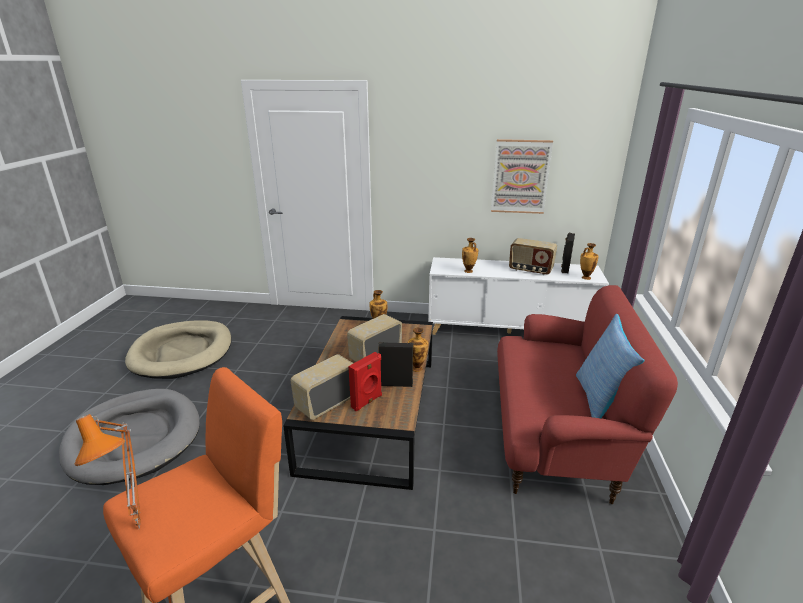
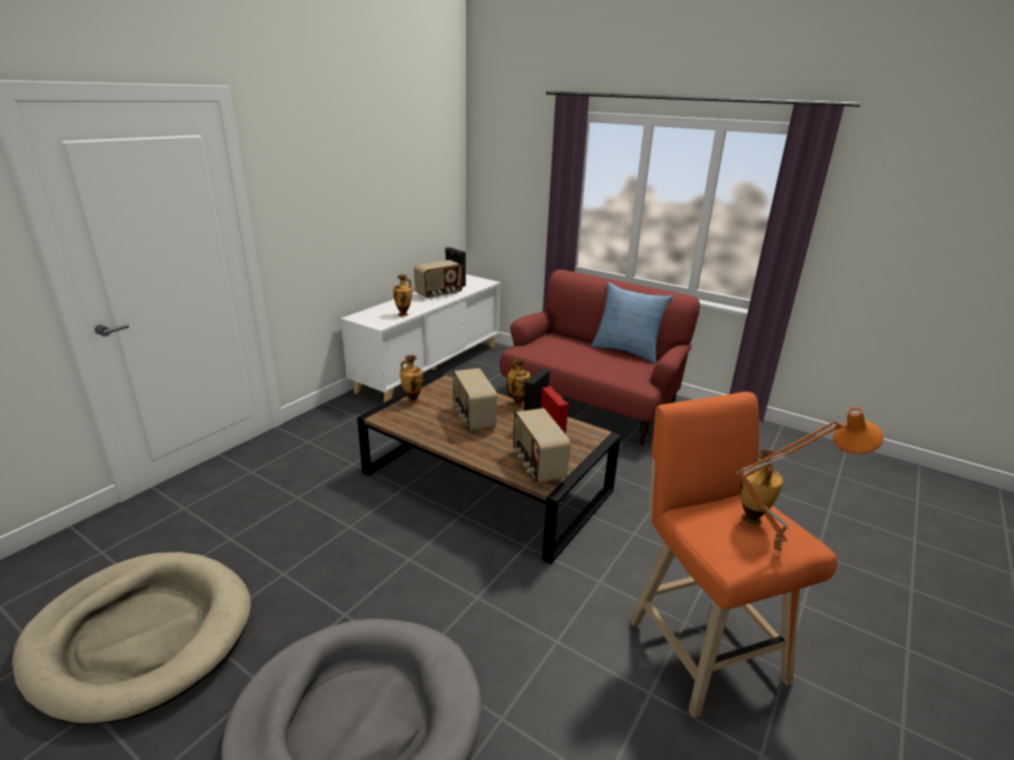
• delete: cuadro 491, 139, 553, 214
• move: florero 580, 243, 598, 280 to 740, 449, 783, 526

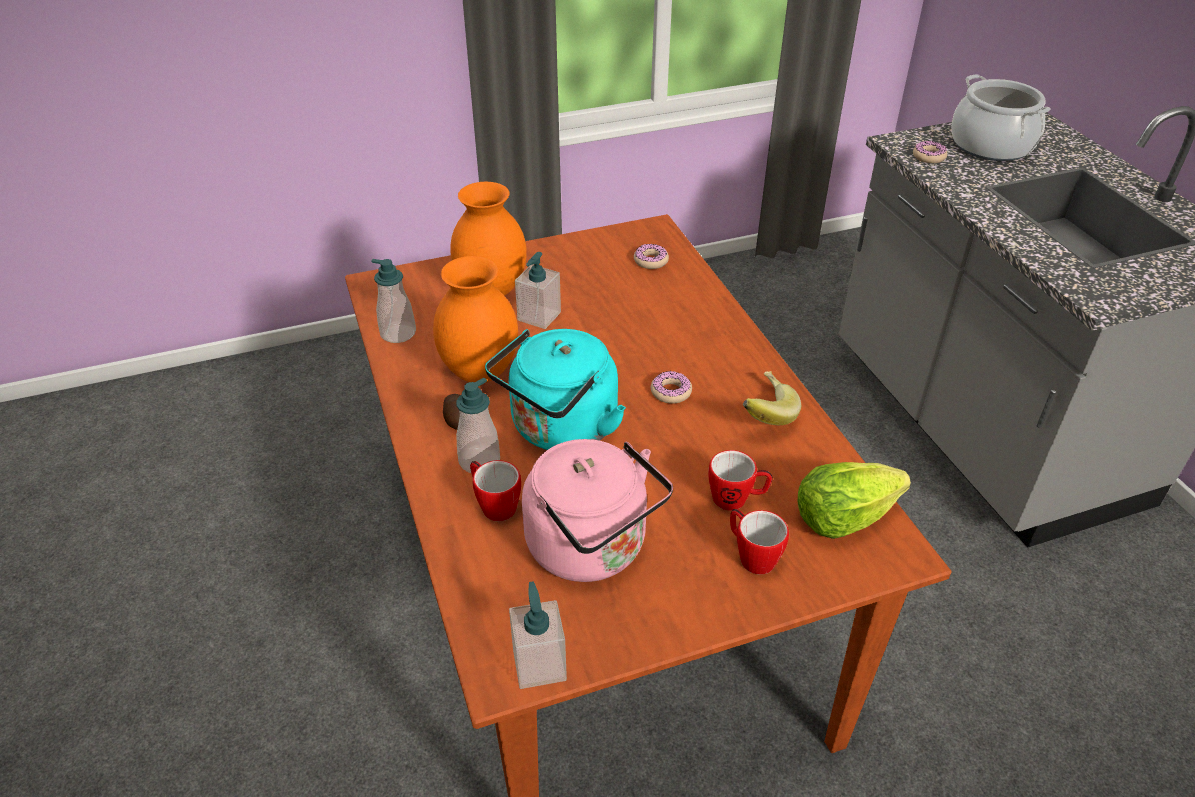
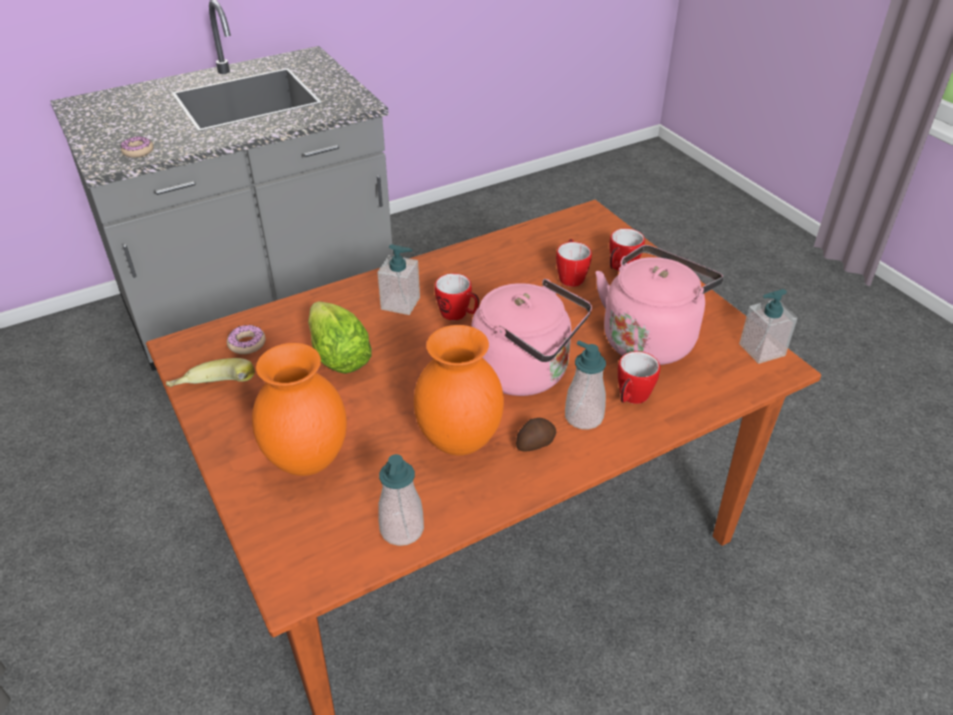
• delete: olla 951, 75, 1051, 161
• move: dispensador de jabón 515, 252, 561, 329 to 377, 244, 420, 315
• move: plátano 743, 371, 801, 425 to 166, 358, 255, 387
• move: lechuga 798, 462, 911, 539 to 308, 301, 372, 374
• replace: rosquilla 651, 371, 692, 404 to taza grande 435, 273, 479, 320
• recolor: hervidor/turquesa 485, 329, 626, 450 to hervidor/rosa 471, 279, 592, 396

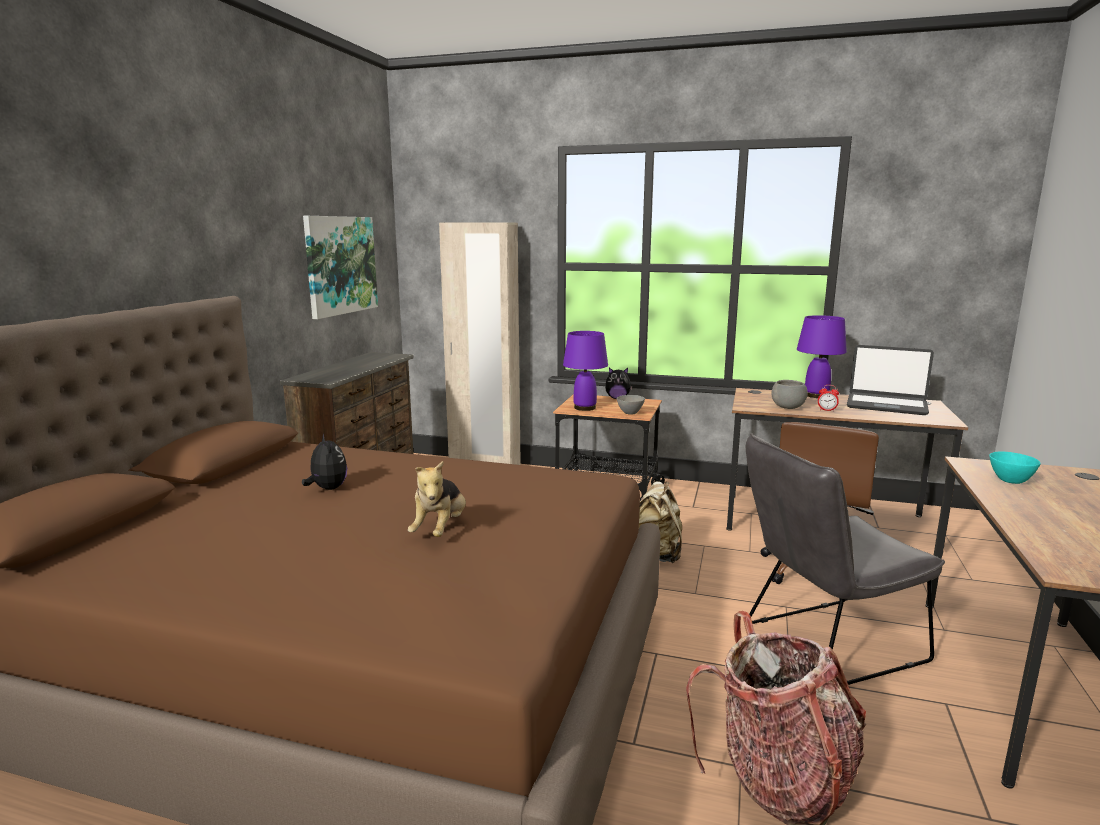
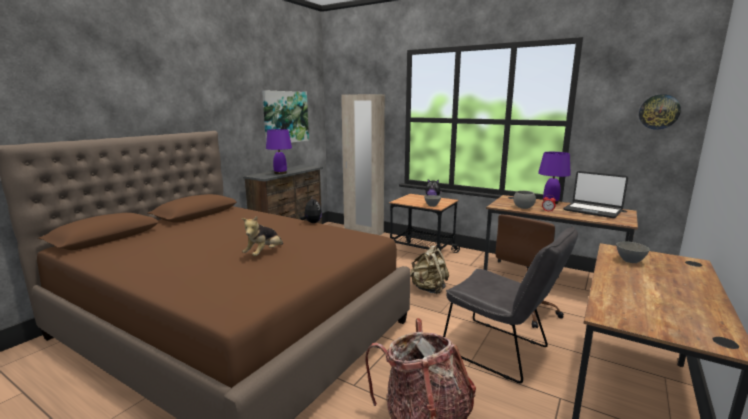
• insert: reloj de pared 639, 94, 681, 130
• move: peluche 302, 434, 347, 490 to 300, 198, 322, 223
• move: lámpara de mesa/morado 563, 331, 608, 411 to 266, 129, 292, 174
• recolor: cuenco/turquesa 989, 451, 1041, 484 to cuenco/gris 616, 241, 650, 263
• rotate: silla/gris 746, 433, 945, 685 = 443, 226, 578, 383 135 degrees counterclockwise

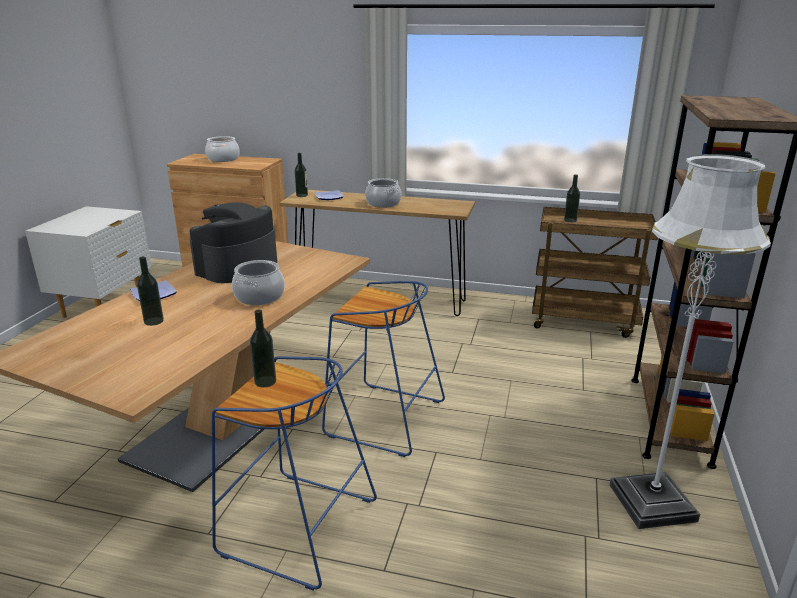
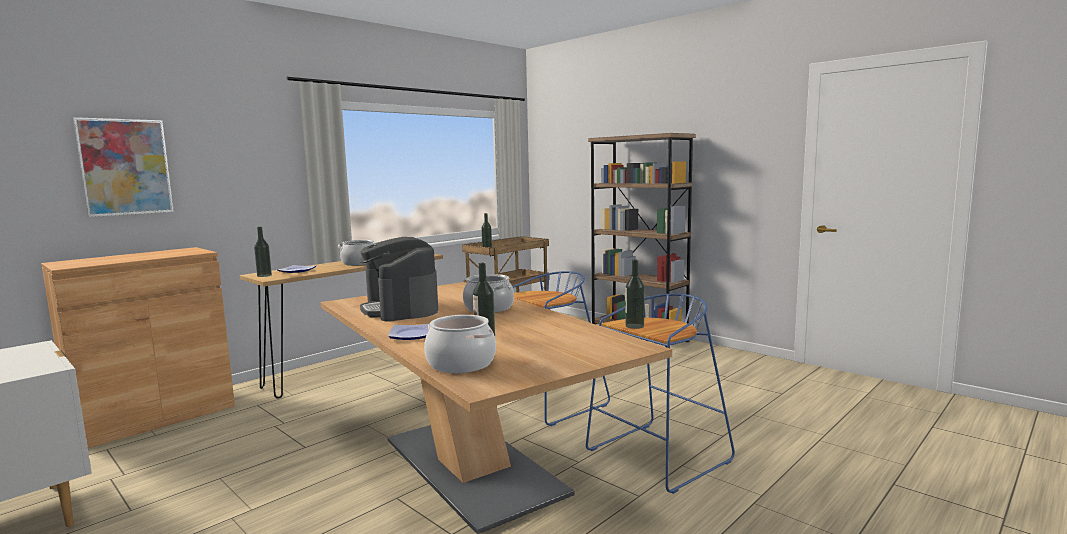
• delete: lámpara de pie/blanco 609, 154, 771, 529
• insert: cuadro 73, 117, 174, 217
• move: olla 205, 136, 239, 162 to 424, 315, 496, 373

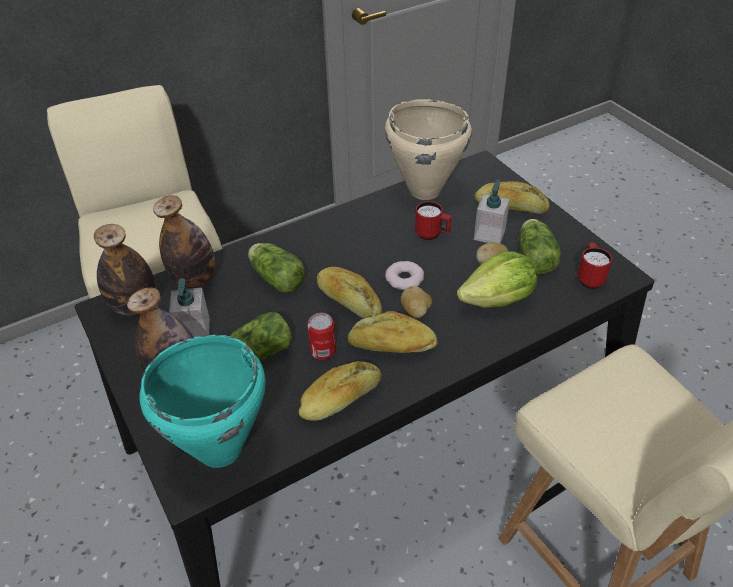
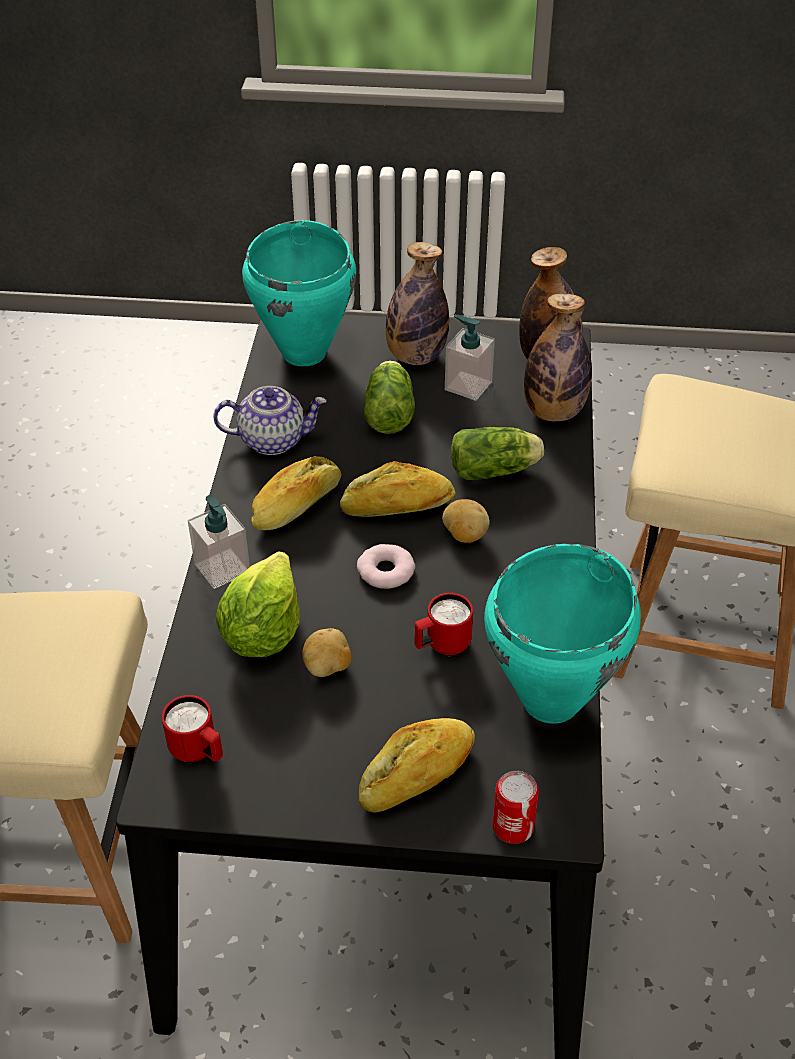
• delete: lechuga 519, 219, 561, 275
• move: lata 307, 313, 336, 360 to 492, 771, 539, 844
• move: patata 401, 286, 432, 318 to 442, 499, 489, 543
• move: dispensador de jabón 474, 179, 510, 243 to 188, 495, 250, 589
• replace: pan 299, 361, 382, 421 to tetera 213, 386, 326, 455
• recolor: olla/beis 385, 99, 472, 200 to olla/turquesa 484, 544, 641, 724

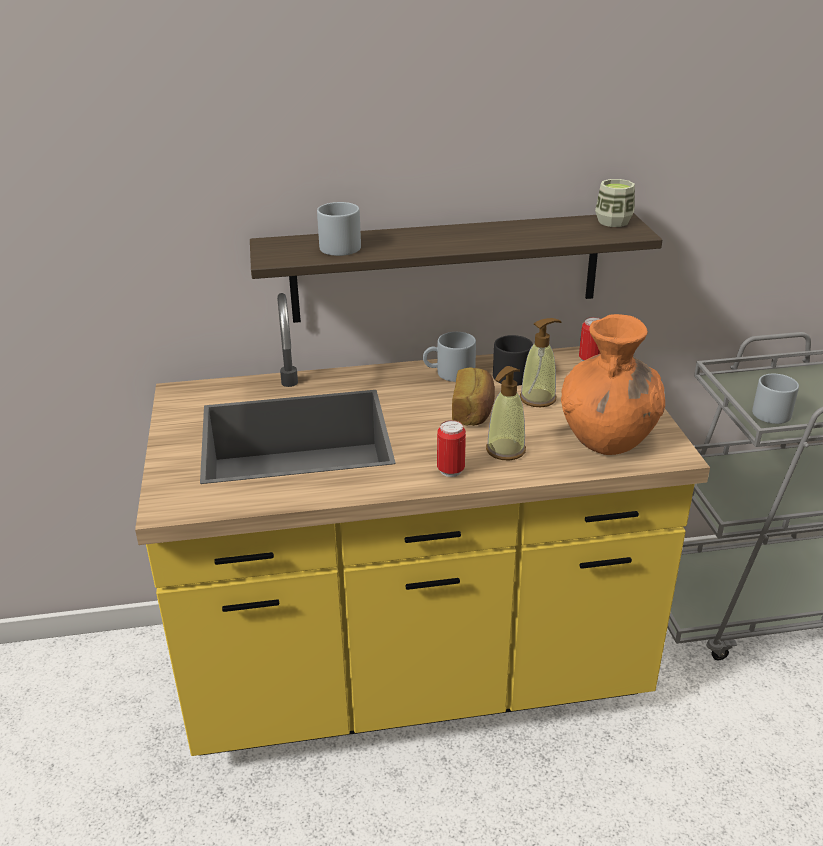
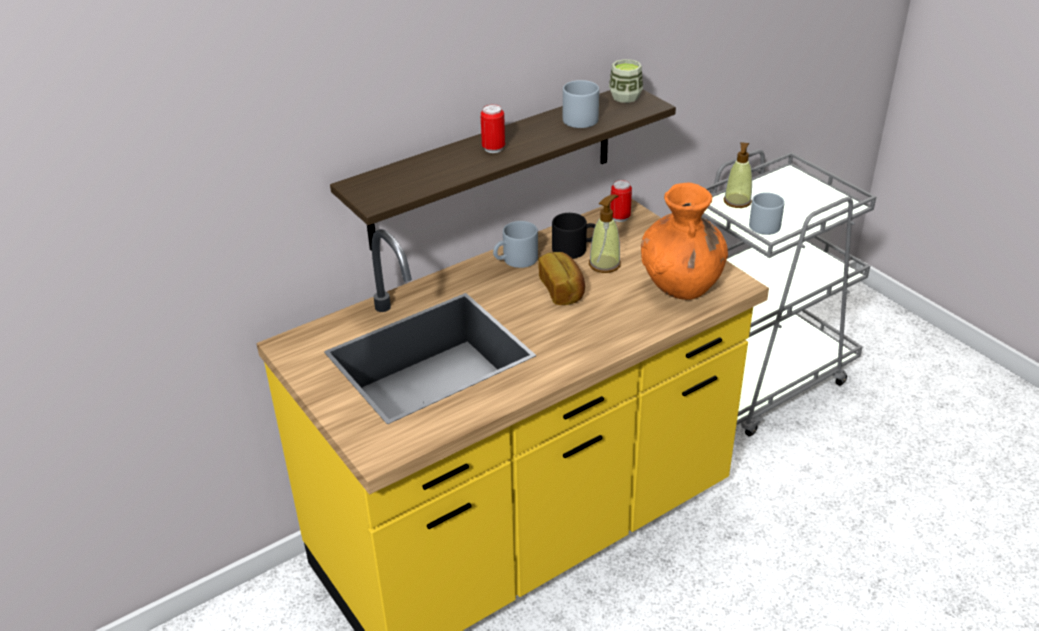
• move: taza grande/gris 317, 202, 361, 256 to 563, 80, 599, 128
• move: lata 437, 420, 466, 477 to 481, 104, 505, 153
• move: dispensador de jabón 486, 366, 526, 460 to 724, 142, 752, 208

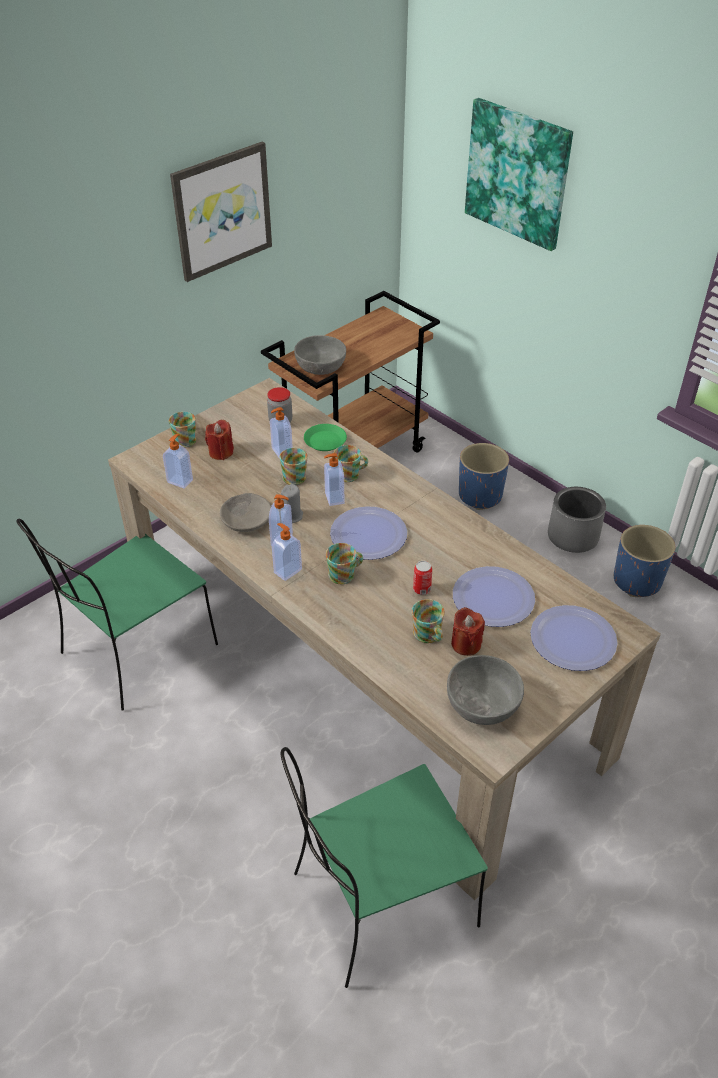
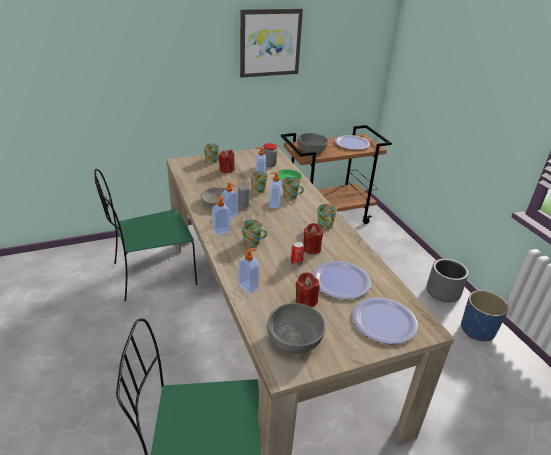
• delete: maceta/azul 459, 443, 509, 510
• delete: cuadro 465, 98, 573, 251
• insert: vela/rojo 303, 223, 323, 254
• move: dispensador de jabón 163, 434, 193, 488 to 238, 248, 260, 294
• move: plato 330, 506, 407, 560 to 335, 135, 370, 150
• move: taza grande 411, 599, 445, 643 to 317, 204, 337, 229

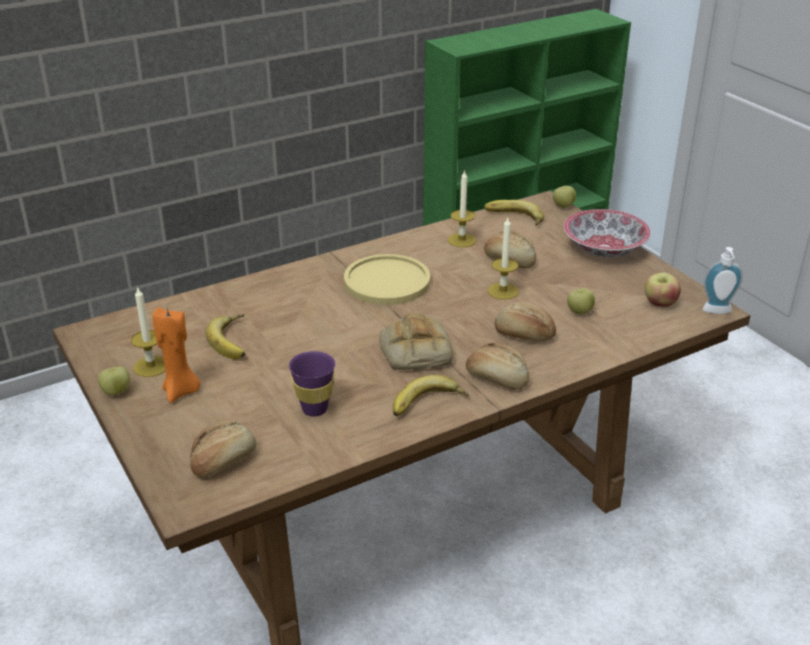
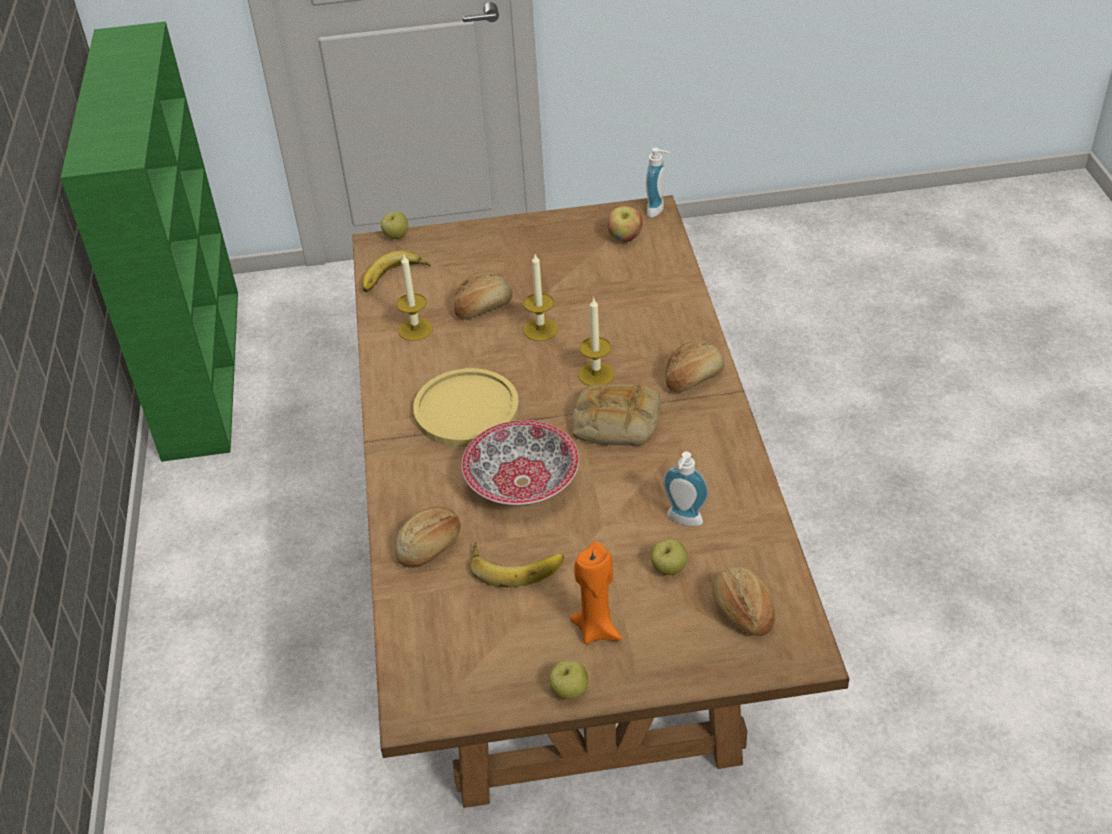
• delete: plátano 393, 375, 469, 416
• move: vela 131, 286, 165, 377 to 578, 297, 615, 386
• move: pan 495, 302, 556, 341 to 395, 506, 461, 568
• move: cuenco 564, 209, 651, 257 to 461, 420, 579, 505
• move: manzana 567, 288, 595, 315 to 651, 539, 687, 575
• replace: taza/morado 289, 351, 335, 417 to dispensador de jabón 663, 451, 709, 526

